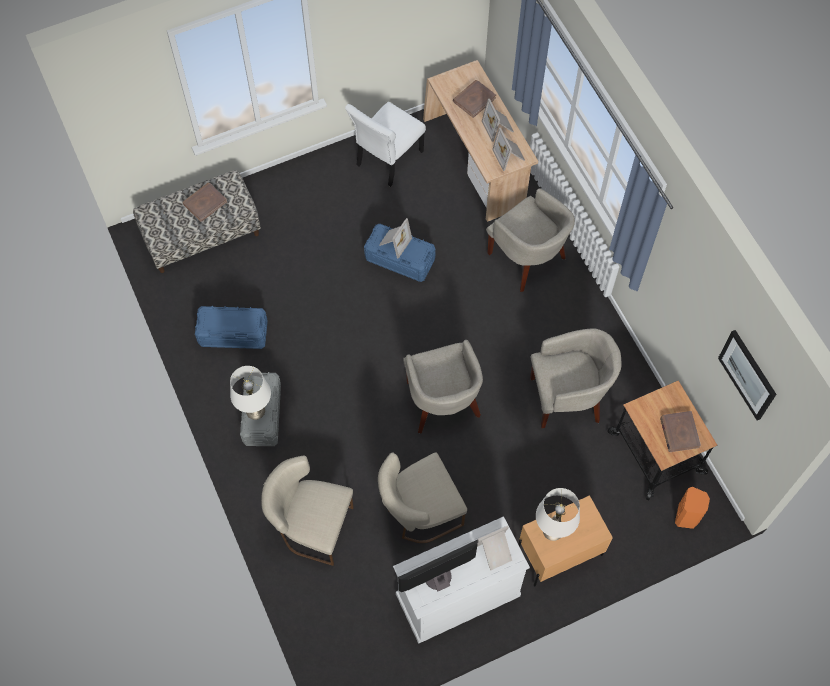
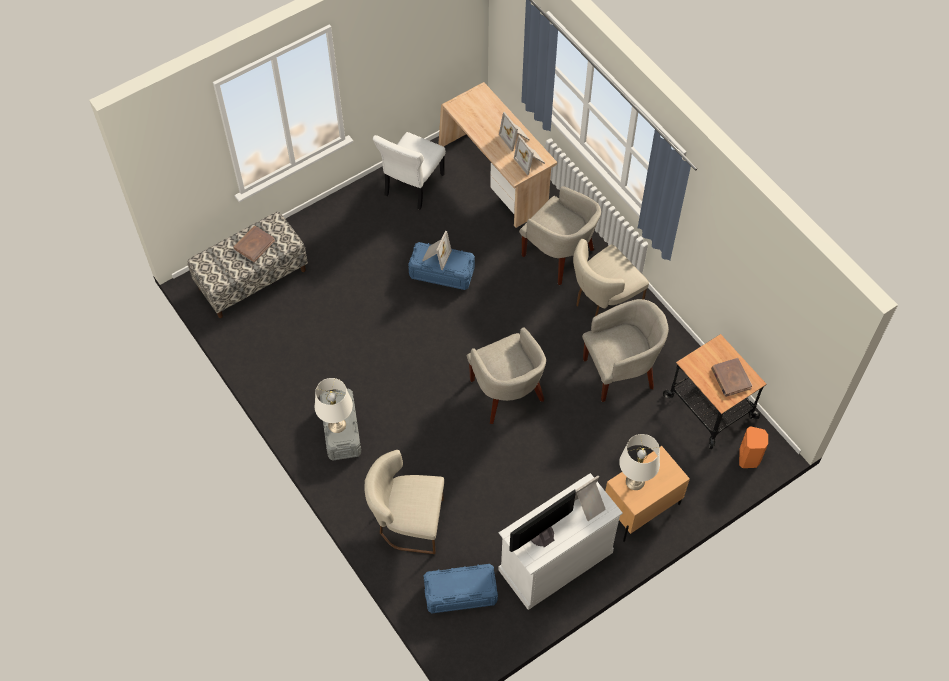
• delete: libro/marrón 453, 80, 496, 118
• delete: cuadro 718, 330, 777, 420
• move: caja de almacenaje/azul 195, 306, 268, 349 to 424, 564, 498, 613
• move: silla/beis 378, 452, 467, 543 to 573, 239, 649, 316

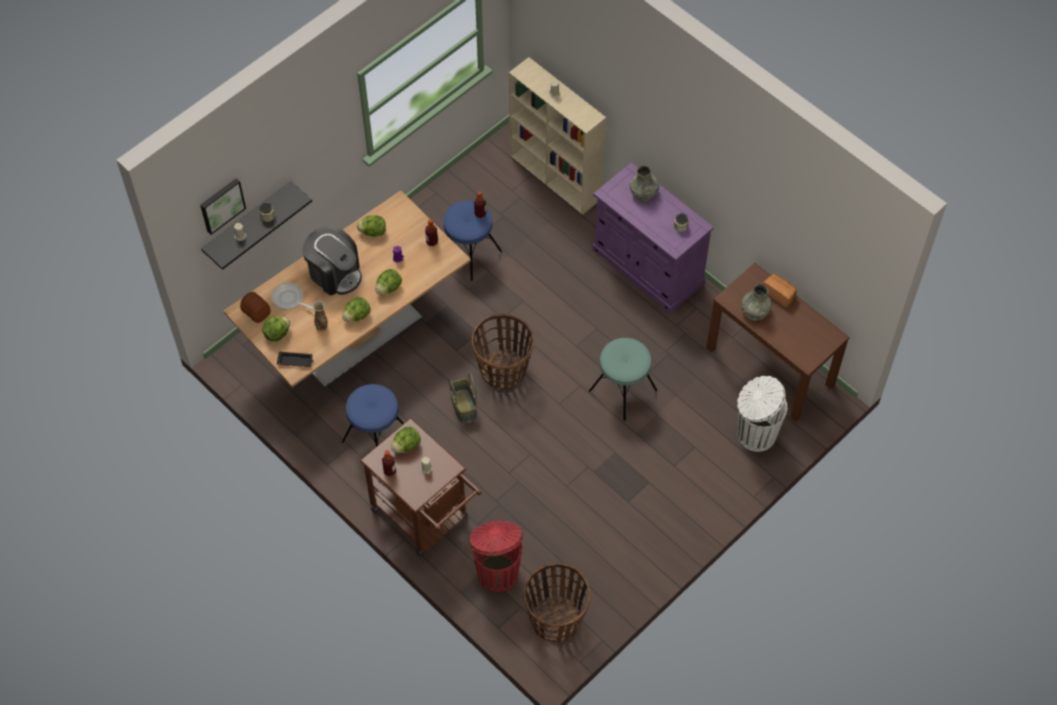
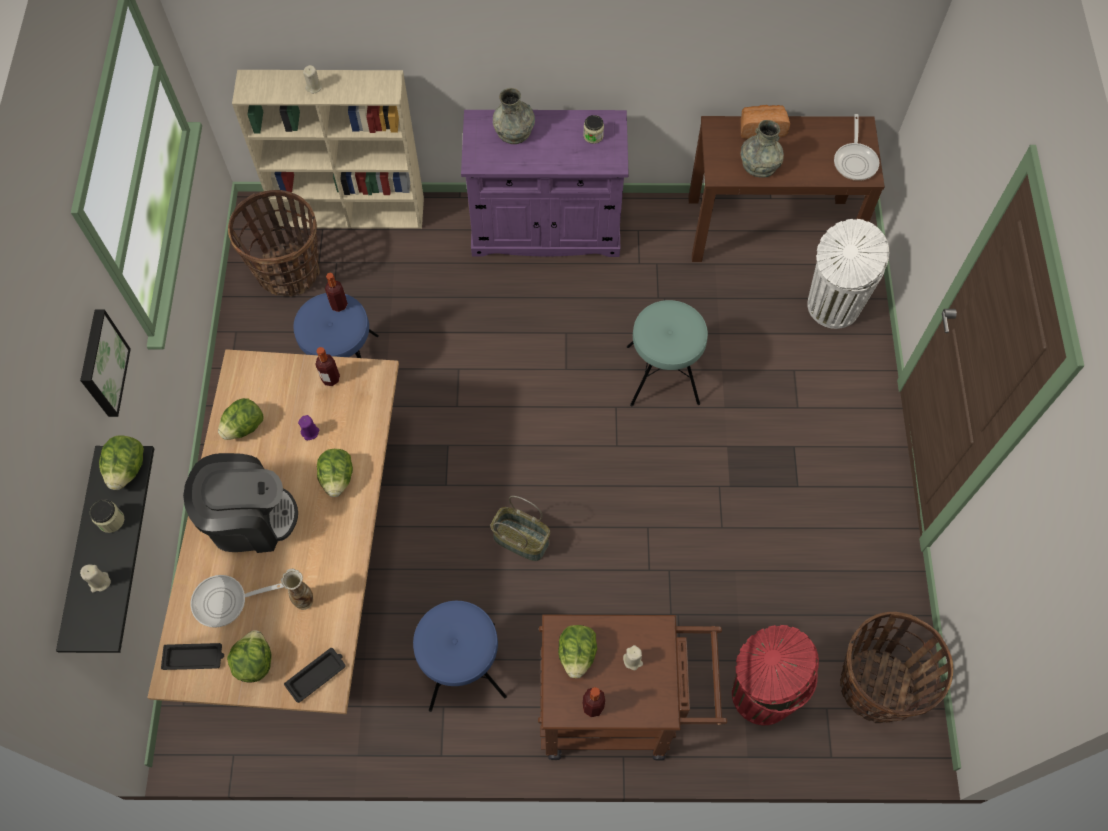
• insert: sartén 834, 114, 879, 181
• move: cuadro 200, 178, 246, 235 to 80, 310, 131, 417
• move: lechuga 342, 297, 371, 322 to 99, 435, 144, 490
• move: cesta 472, 314, 534, 390 to 228, 190, 320, 297
• replace: pan 240, 292, 271, 323 to bandeja/negro 161, 643, 224, 670

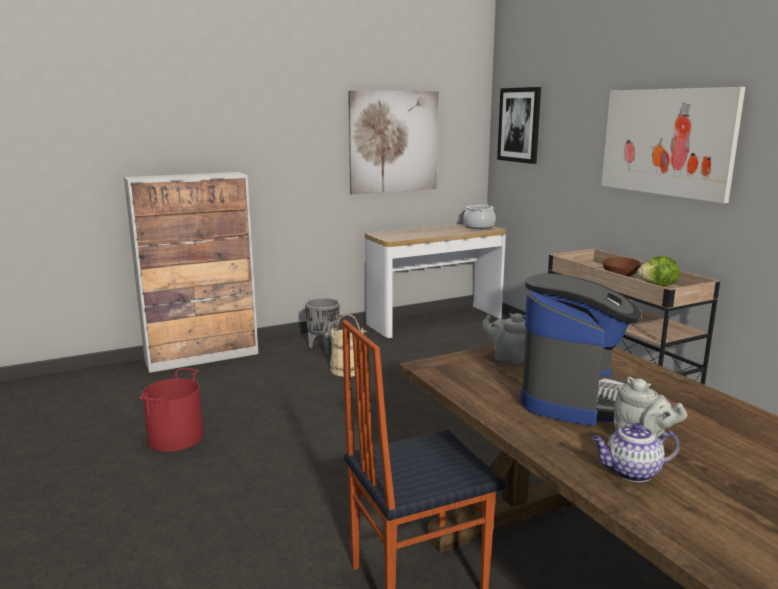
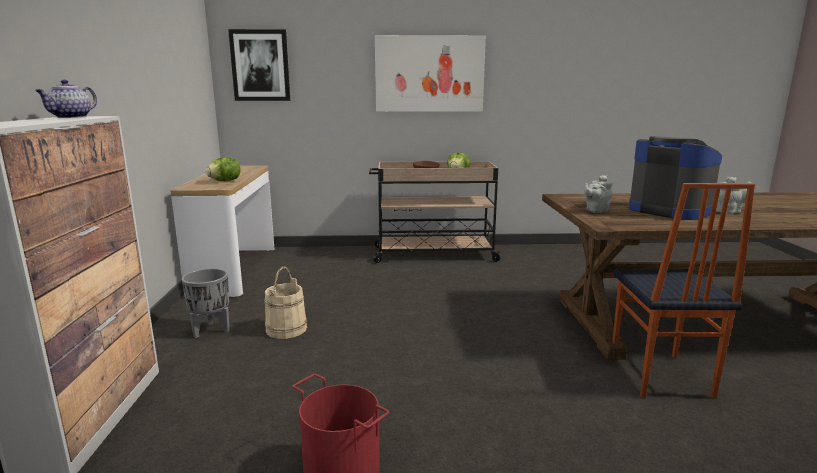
• delete: cuadro 348, 90, 439, 195
• delete: olla 463, 204, 496, 229
• insert: lechuga 206, 157, 241, 181
• move: tetera 592, 423, 680, 482 to 35, 80, 97, 118

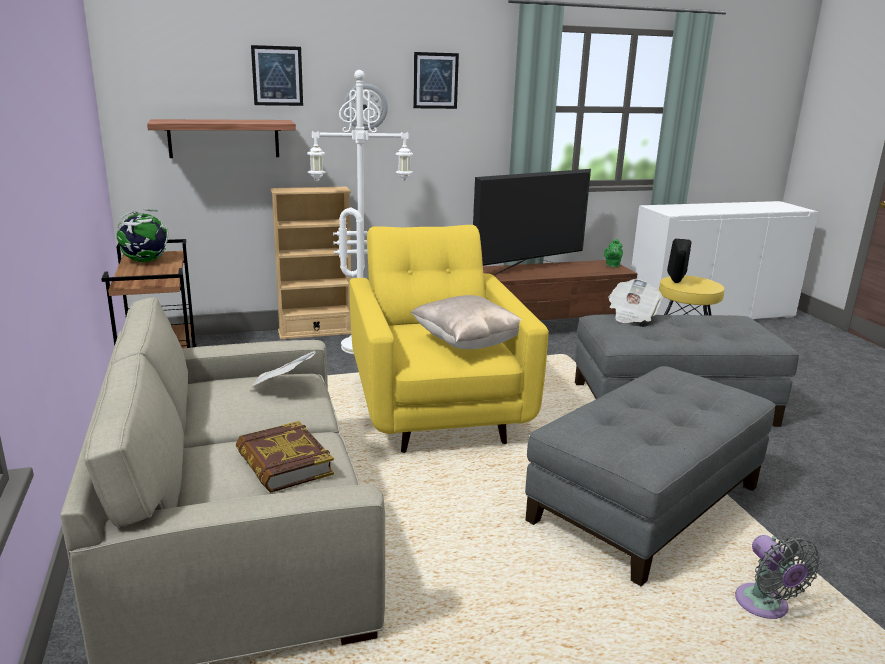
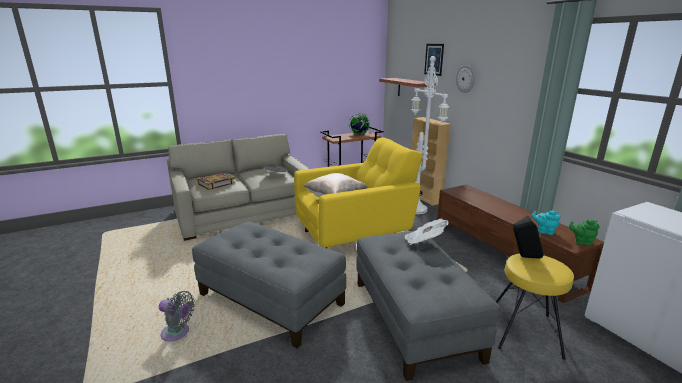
• delete: cuadro 413, 52, 459, 109
• delete: televisor 473, 169, 591, 275
• insert: tetera/turquesa 532, 210, 560, 235
• rotate: ventilador/gris 735, 535, 821, 619 = 159, 291, 195, 341 135 degrees counterclockwise

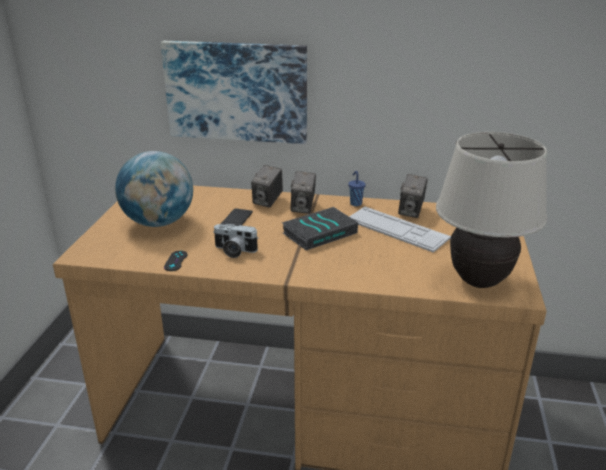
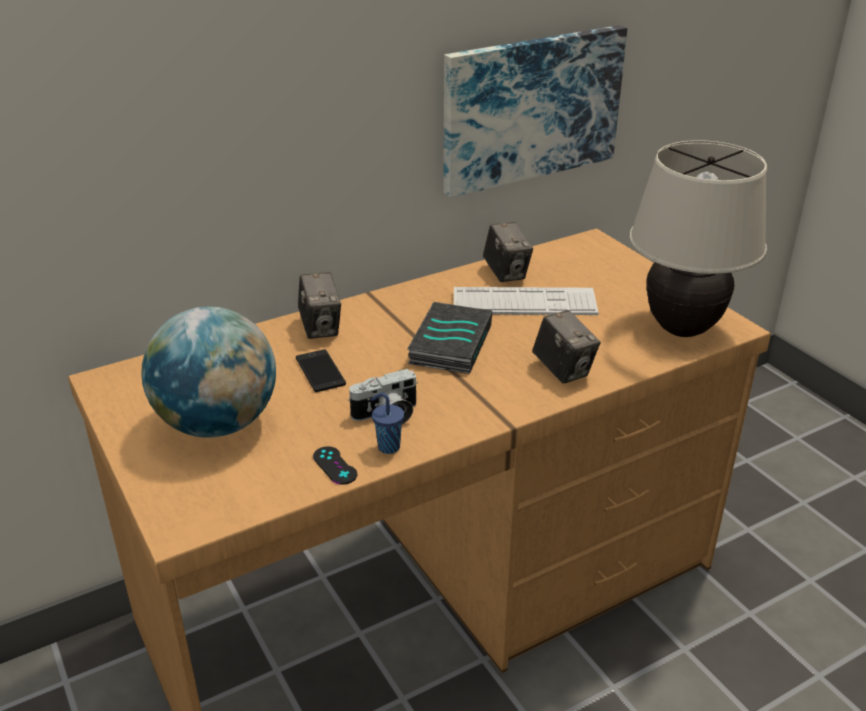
• move: cuadro 161, 41, 307, 144 to 443, 25, 627, 198
• move: cámara 291, 171, 316, 214 to 532, 310, 601, 384
• move: taza/azul 348, 171, 366, 206 to 371, 393, 404, 454

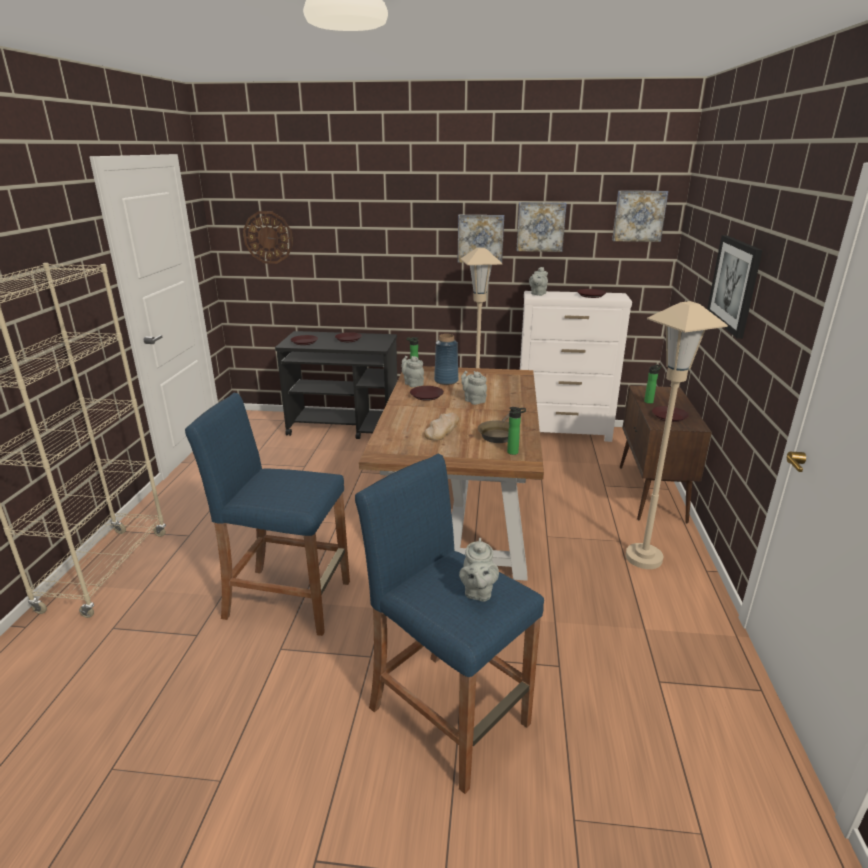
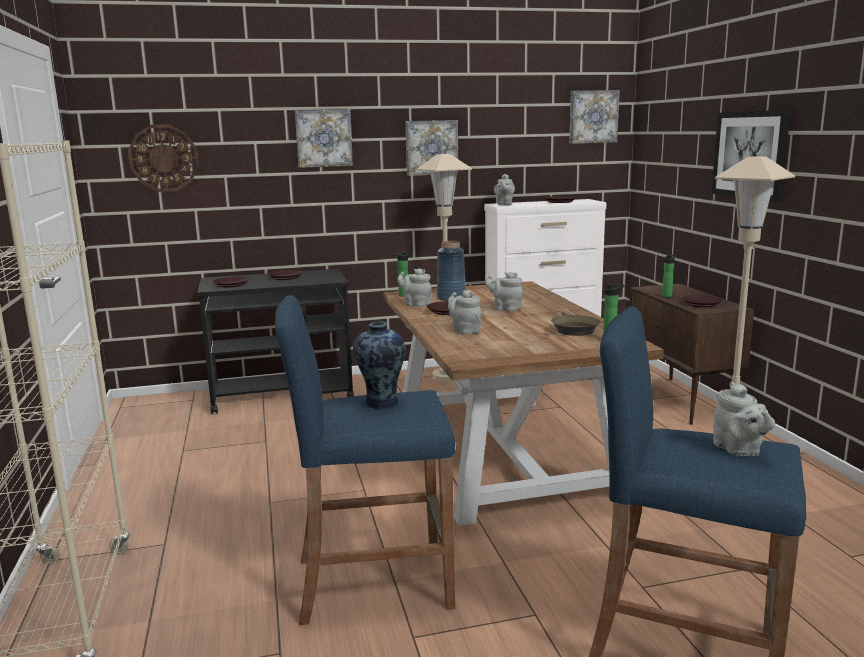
• delete: pan 424, 413, 459, 441
• insert: florero 353, 321, 406, 410
• insert: tetera/gris 448, 290, 481, 335
• move: cuadro 516, 202, 567, 252 to 295, 110, 353, 168

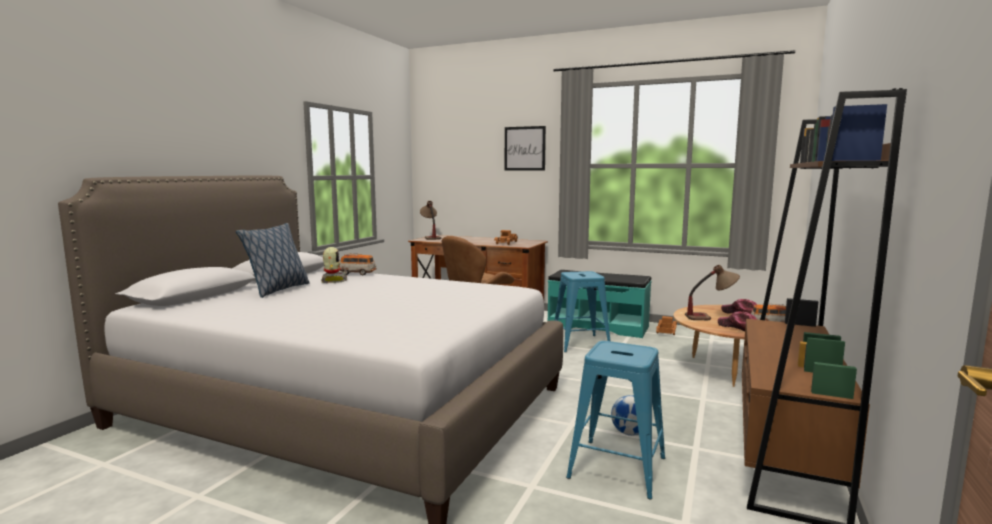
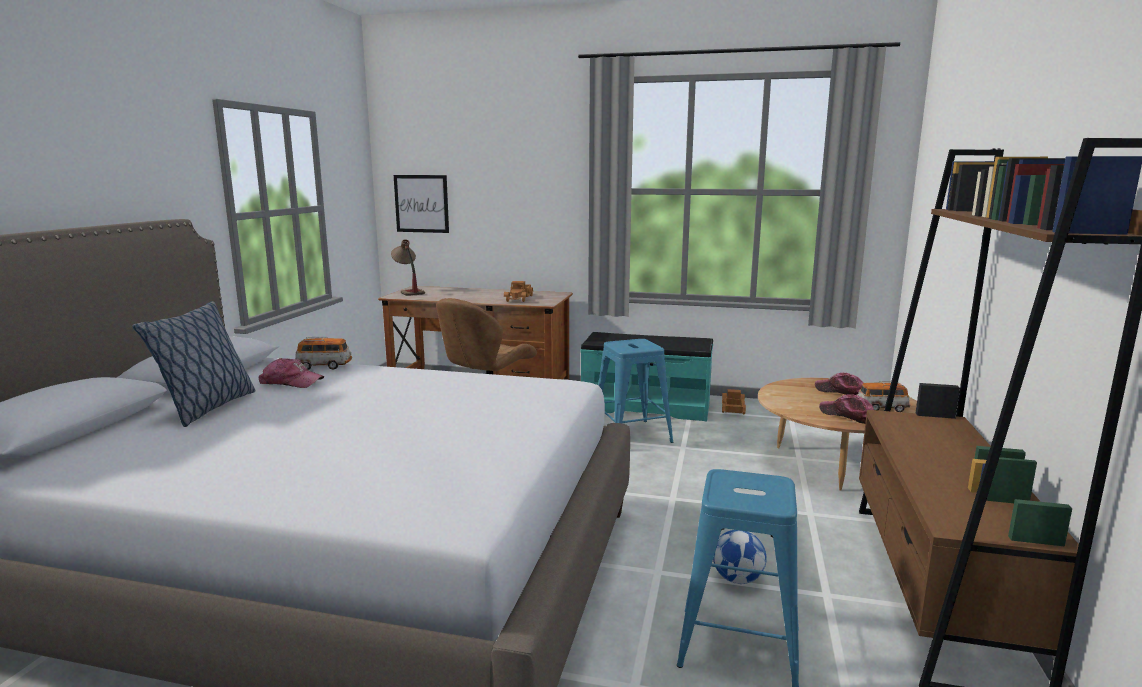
• delete: lámpara de mesa 685, 265, 740, 320
• move: cuadro 505, 126, 546, 170 to 394, 175, 449, 233
• replace: robot de juguete 321, 247, 347, 283 to gorra 259, 358, 324, 388

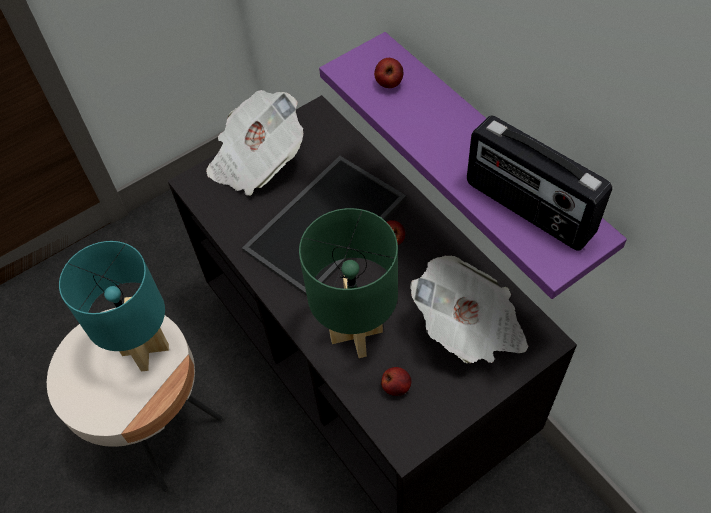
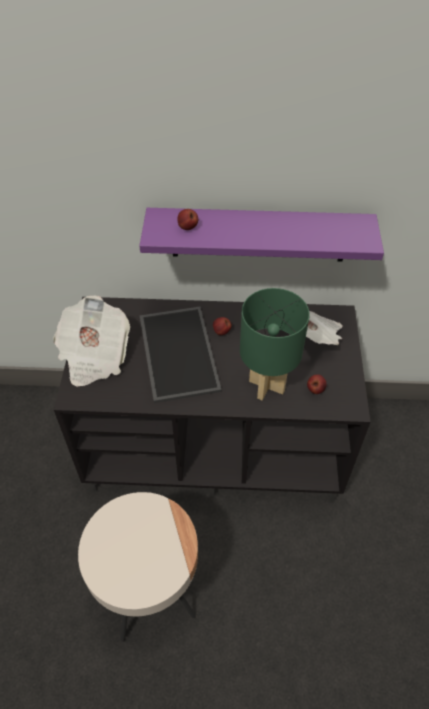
• delete: lámpara de mesa/turquesa 59, 241, 169, 372
• delete: radio 467, 116, 612, 251

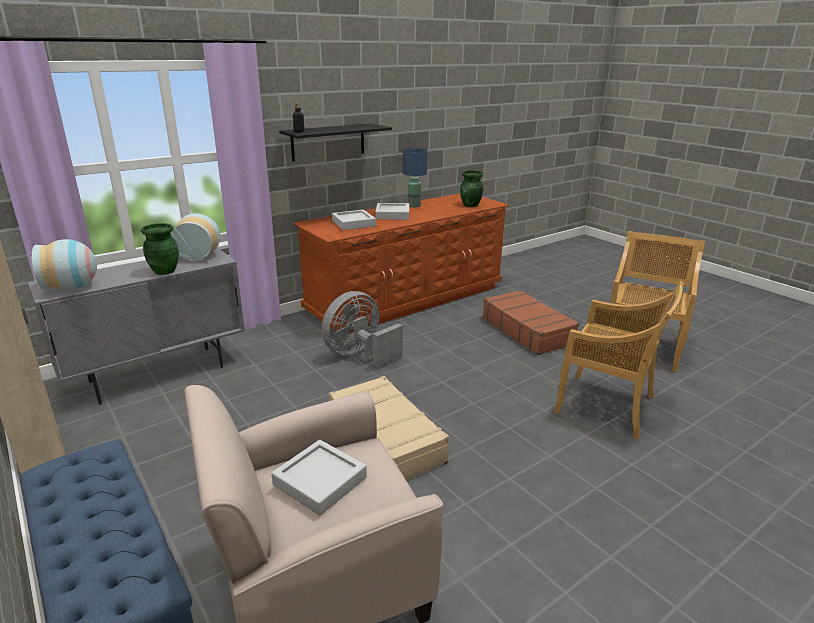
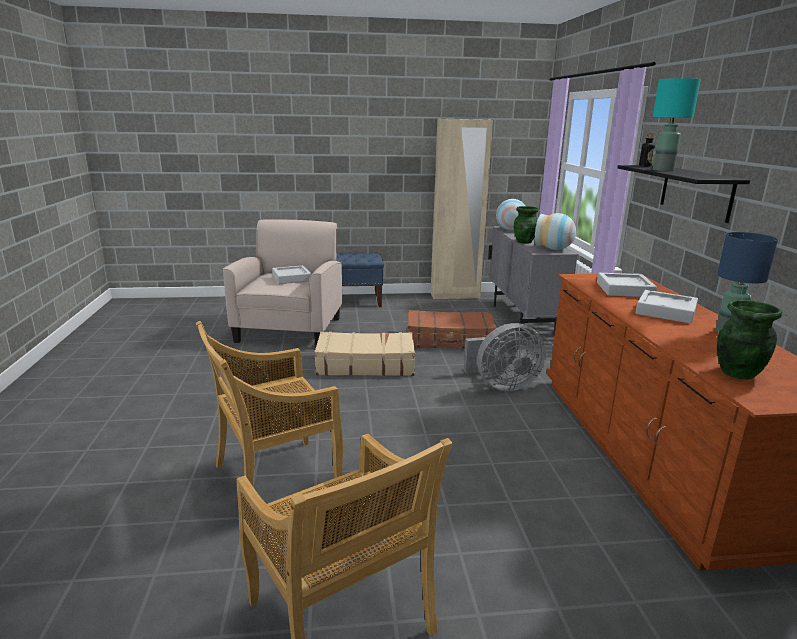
• insert: lámpara de mesa/turquesa 653, 78, 701, 171
• move: maleta/marrón 482, 290, 580, 355 to 407, 310, 497, 349
• rotate: ventilador/gris 322, 291, 403, 368 = 463, 323, 546, 391 90 degrees clockwise

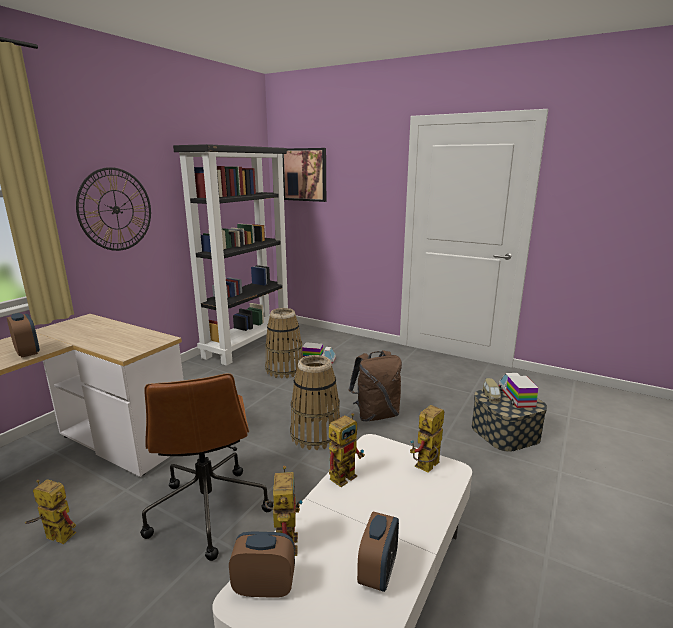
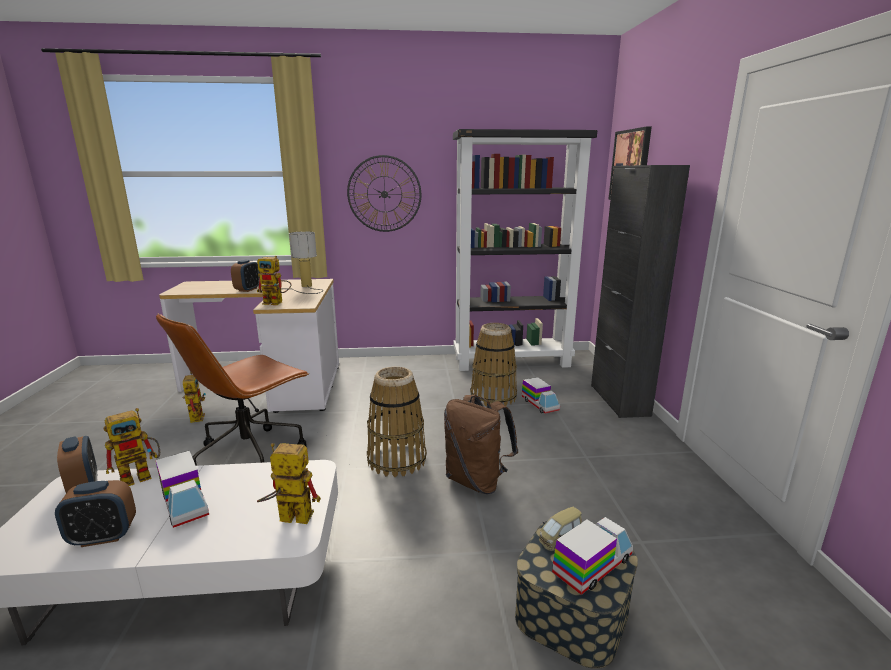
• insert: camión de juguete 156, 451, 209, 528
• insert: lámpara de mesa 278, 231, 323, 294
• insert: armario/negro 591, 165, 690, 418
• move: robot de juguete 329, 413, 365, 487 to 257, 256, 291, 305

